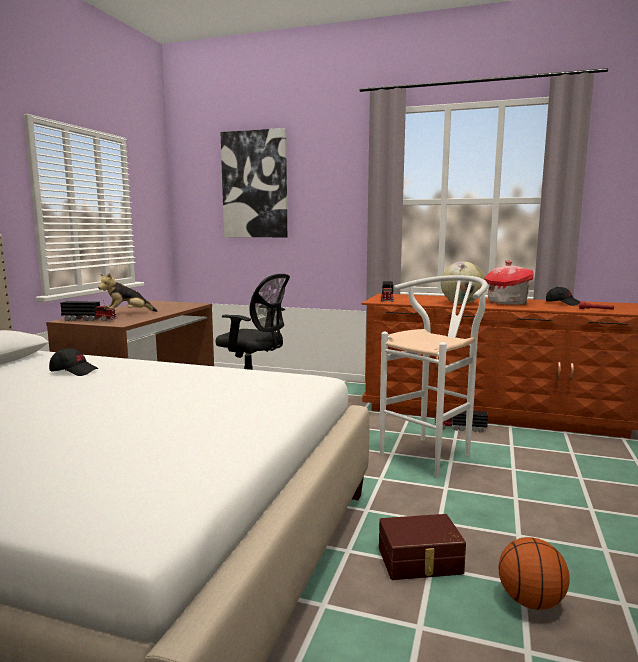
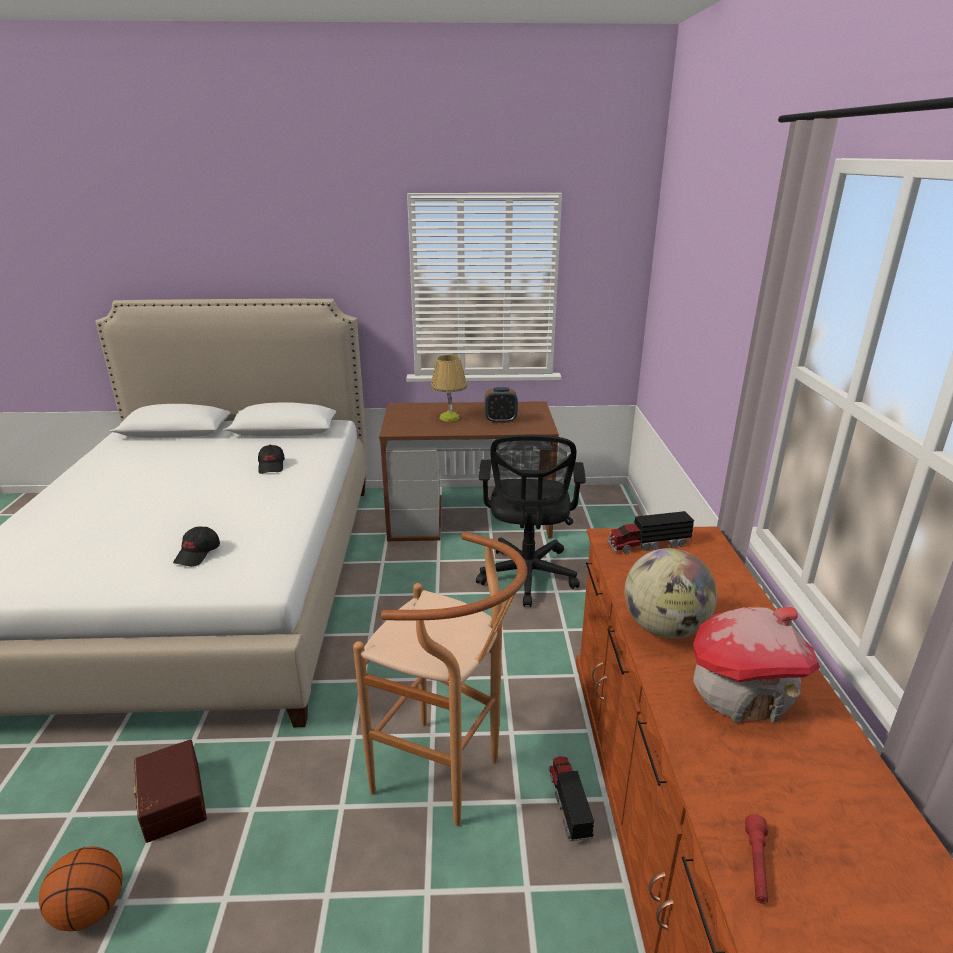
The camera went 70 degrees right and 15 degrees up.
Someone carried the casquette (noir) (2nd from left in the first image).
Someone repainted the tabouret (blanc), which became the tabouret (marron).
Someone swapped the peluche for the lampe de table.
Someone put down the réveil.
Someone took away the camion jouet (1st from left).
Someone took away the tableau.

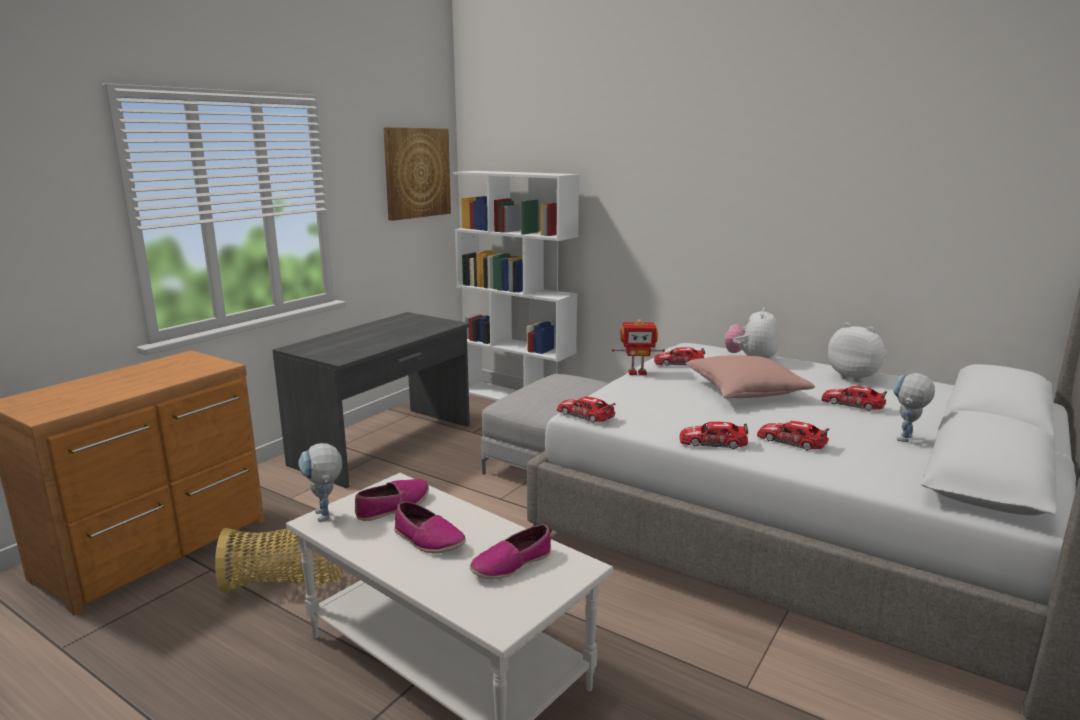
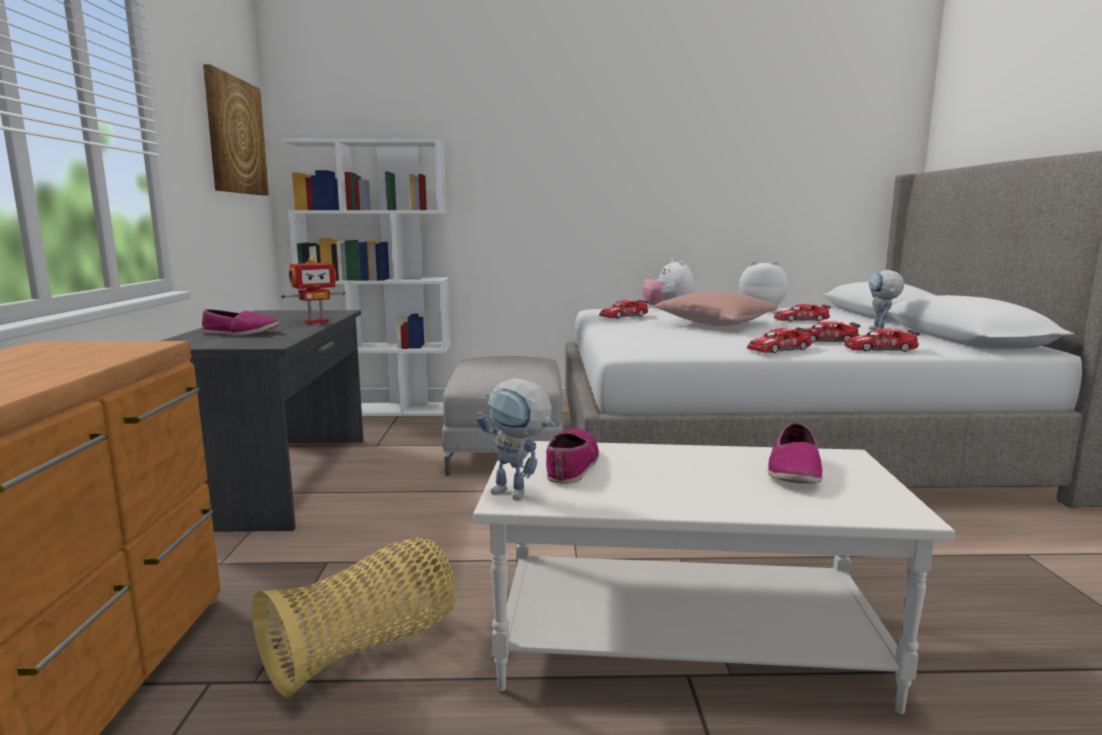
The camera went 35 degrees left and 5 degrees down.
Someone carried the chaussure (2nd from left in the first image).
Someone carried the robot jouet (2nd from left in the first image).
Someone carried the petite voiture (1st from left in the first image).

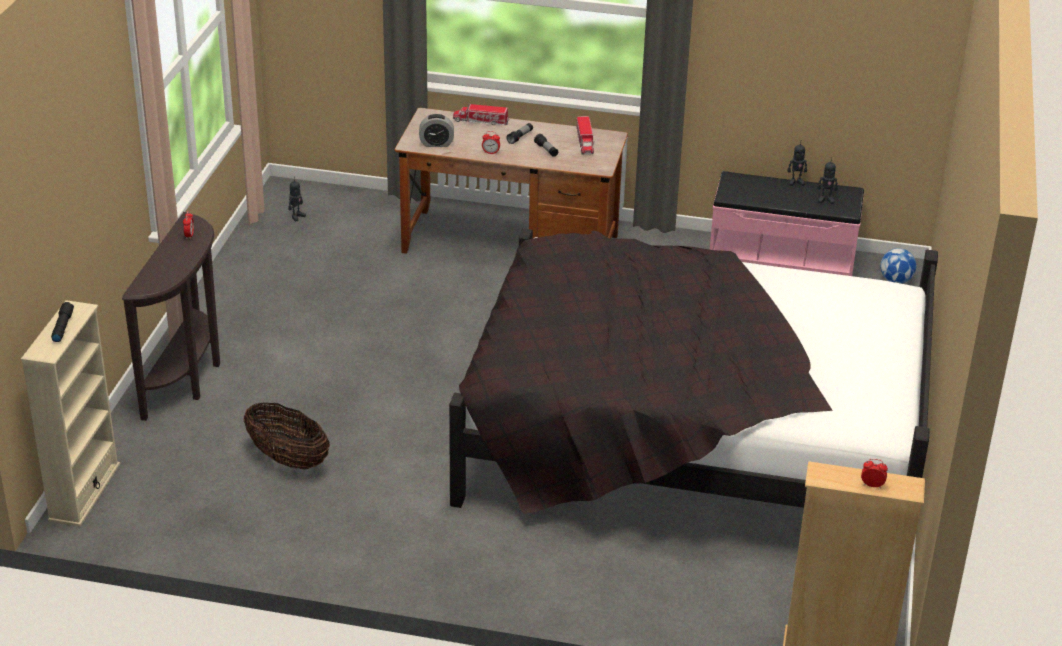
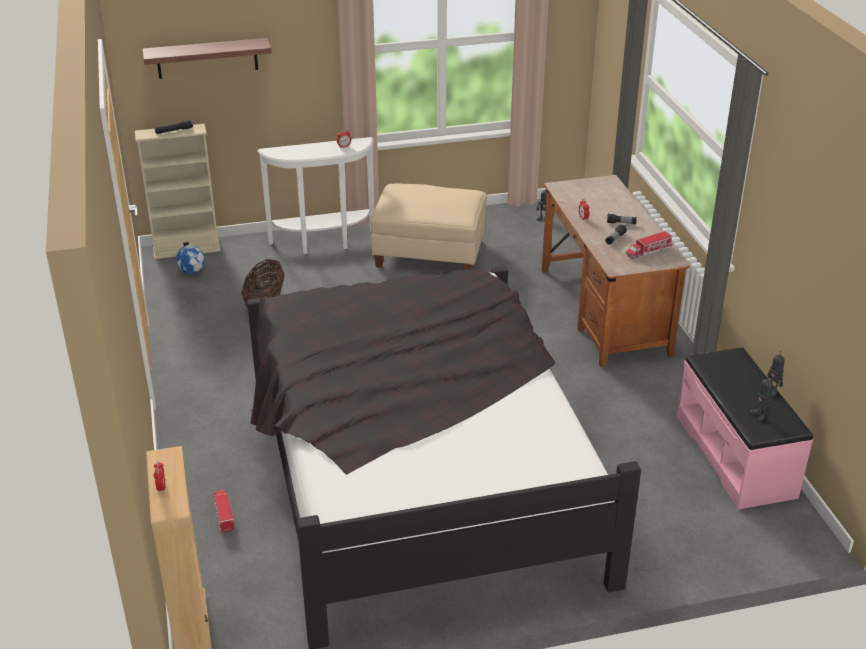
The camera went 65 degrees right and 0 degrees up.
Someone put up the étagère.
Someone carried the ballon de foot.
Someone carried the camion jouet (1st from left).
Someone repainted the table console (marron), which became the table console (blanc).
Someone put down the pouf (beige).
Someone took away the réveil (2nd from left).

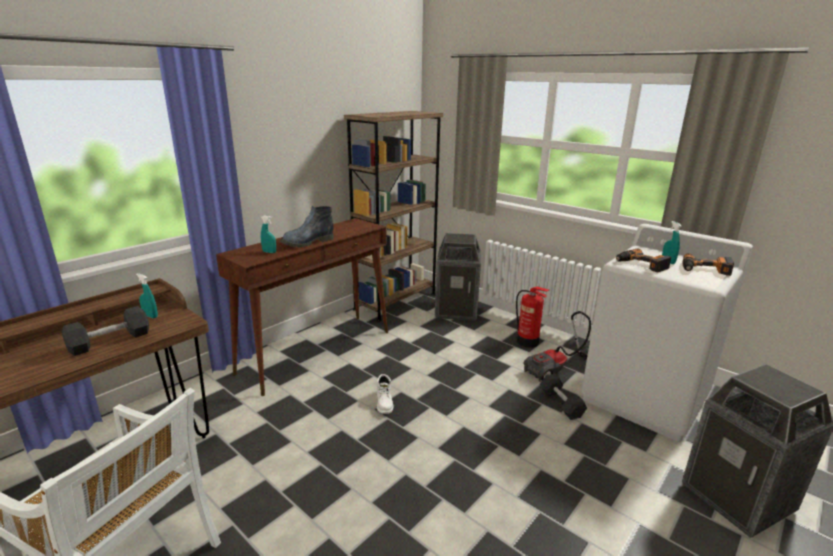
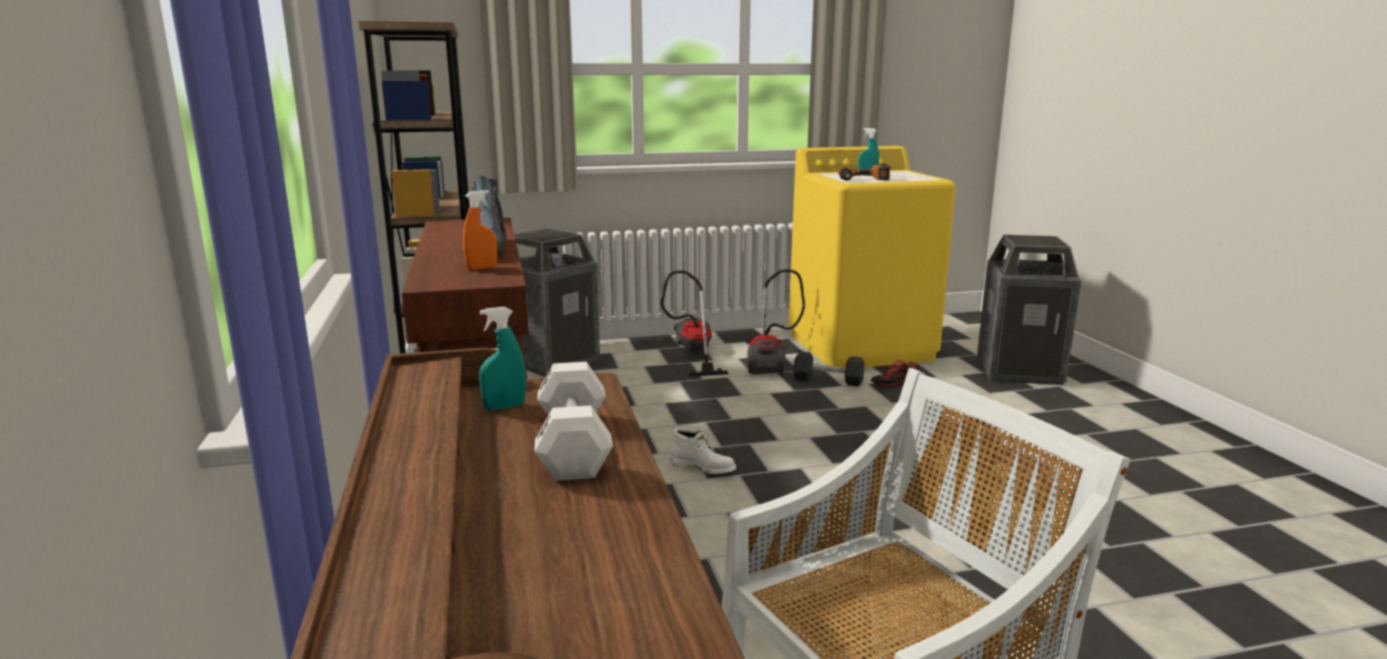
The camera went 55 degrees left and 5 degrees down.
Someone repainted the vaporisateur (turquoise) (2nd from left), which became the vaporisateur (orange).
Someone repainted the haltère (noir) (1st from left), which became the haltère (blanc).
Someone swapped the extincteur for the aspirateur (1st from left).
Someone repainted the lave-linge (blanc), which became the lave-linge (jaune).
Someone put down the chaussure.
Someone took away the perceuse (2nd from left).

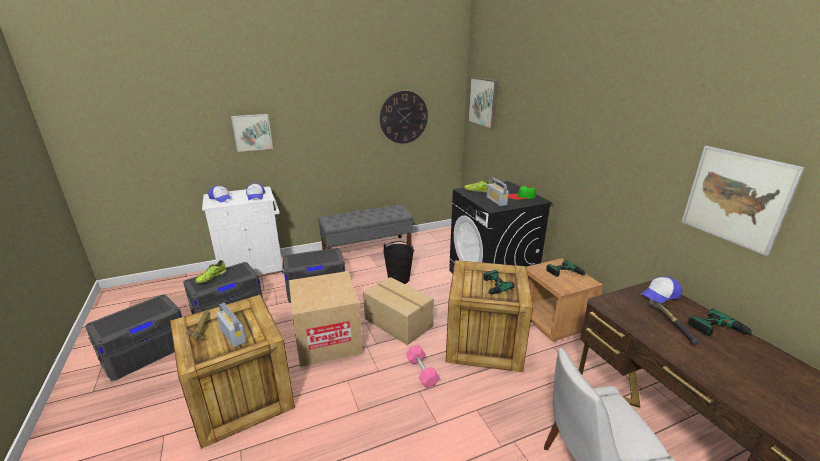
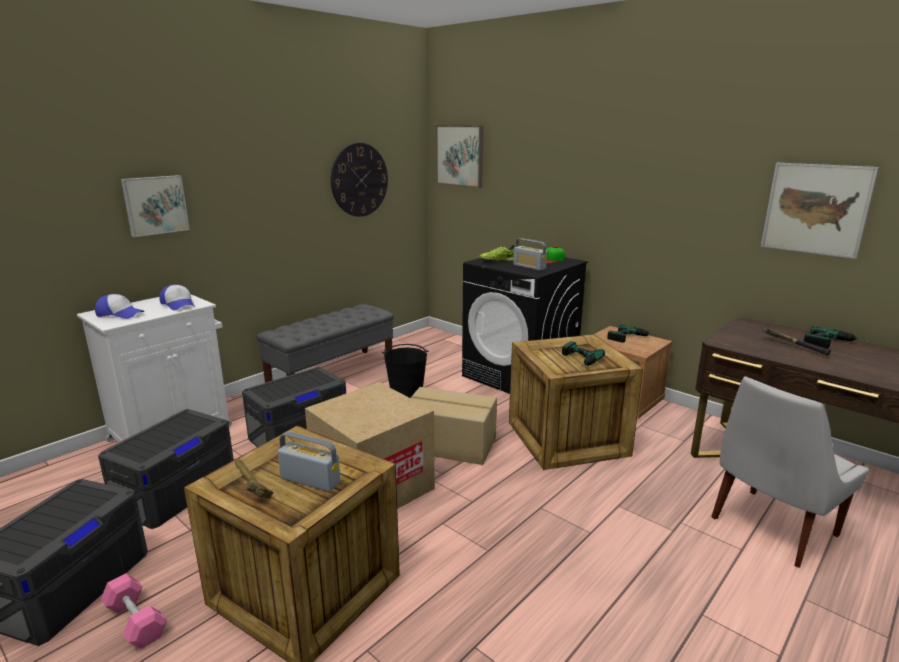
The camera went 25 degrees left and 5 degrees down.
Someone carried the haltère (rose).
Someone took away the chaussure (1st from left).
Someone took away the casquette (4th from left).

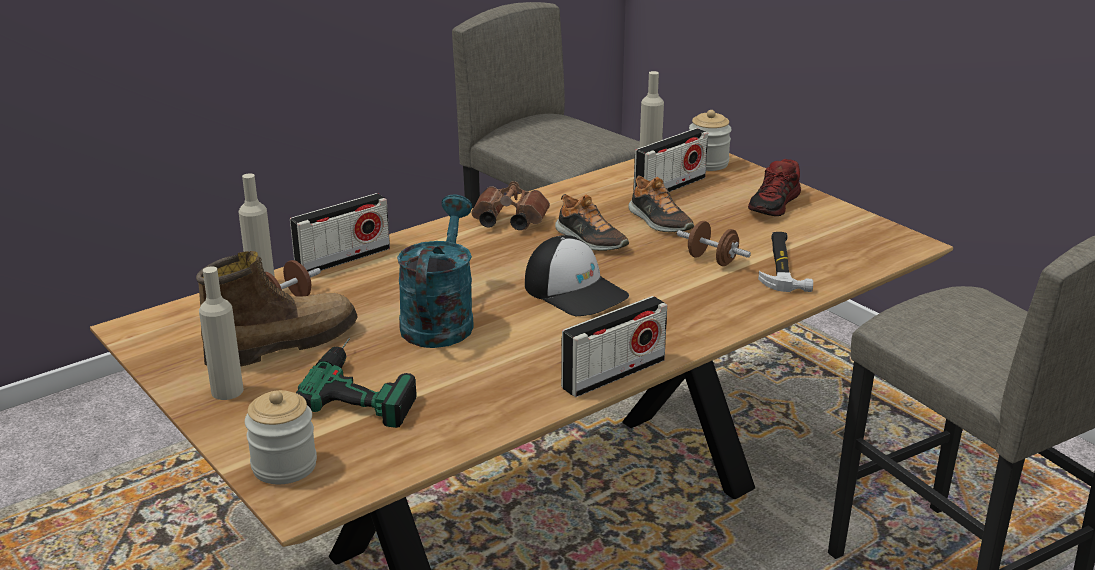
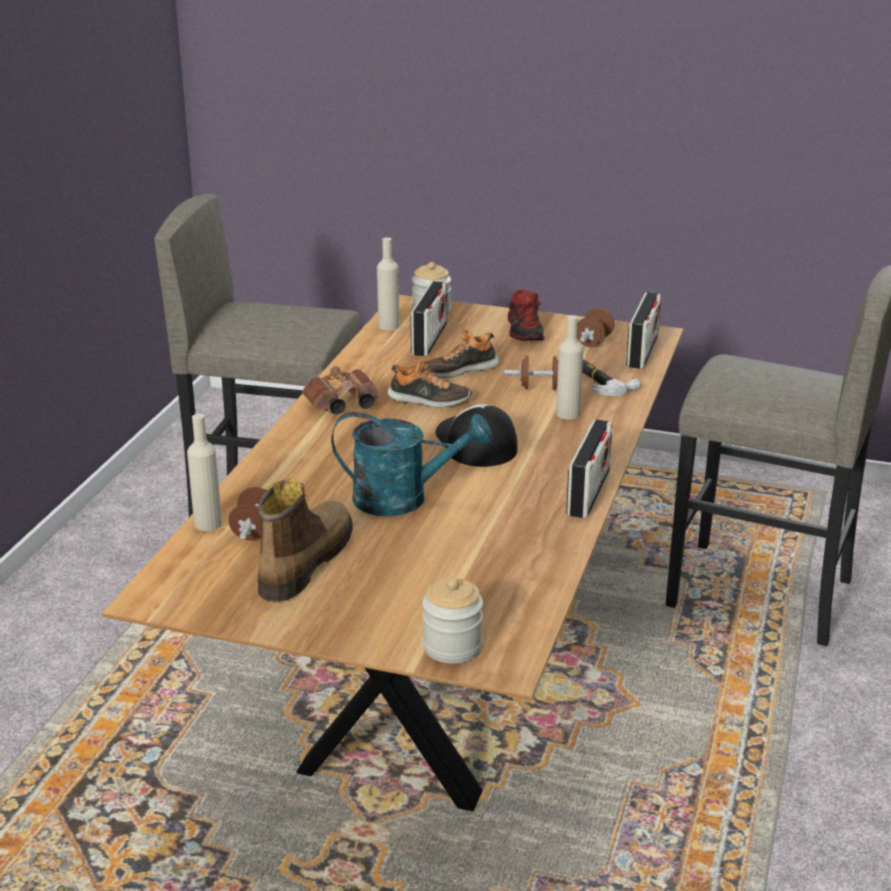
The camera went 35 degrees left and 0 degrees up.
Someone rotated the arrosoir (turquoise) by 120 degrees clockwise.
Someone rotated the chaussure (2nd from left) by 135 degrees clockwise.
Someone rotated the casquette by 120 degrees counterclockwise.
Someone carried the bouteille (beige) (1st from left in the first image).
Someone put down the haltère (marron) (3rd from left).
Someone carried the radio (1st from left in the first image).
Someone took away the perceuse.

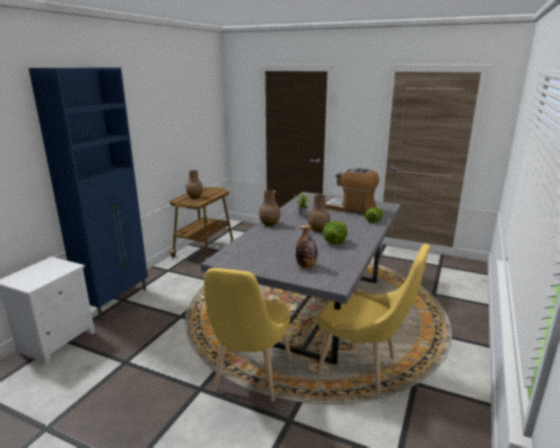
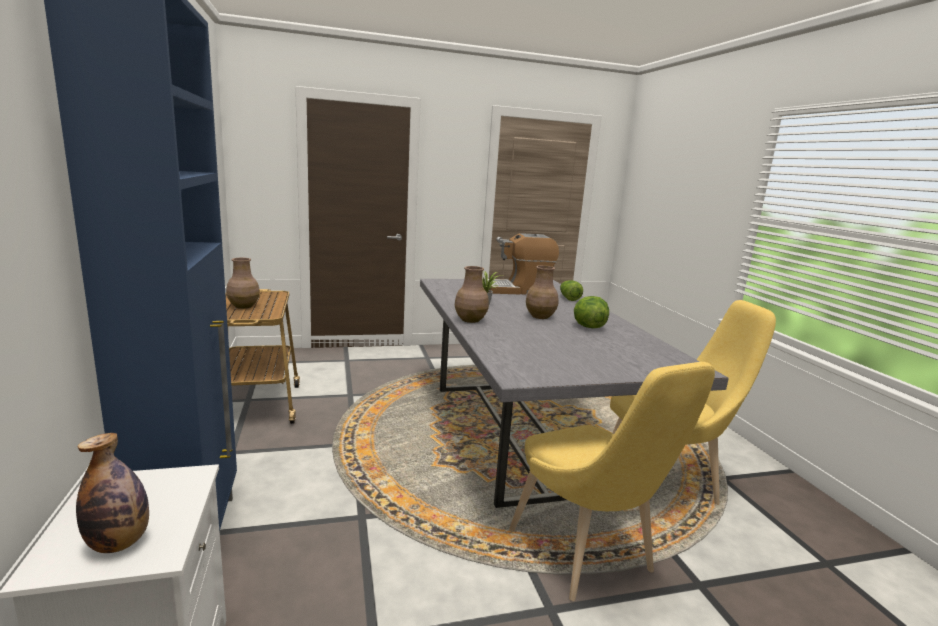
The camera went 40 degrees left and 5 degrees down.
Someone carried the bouteille.

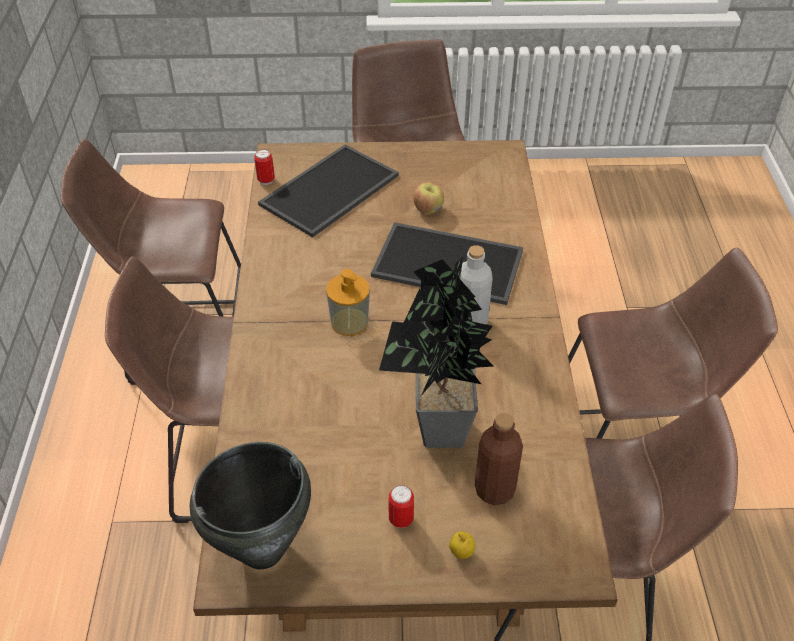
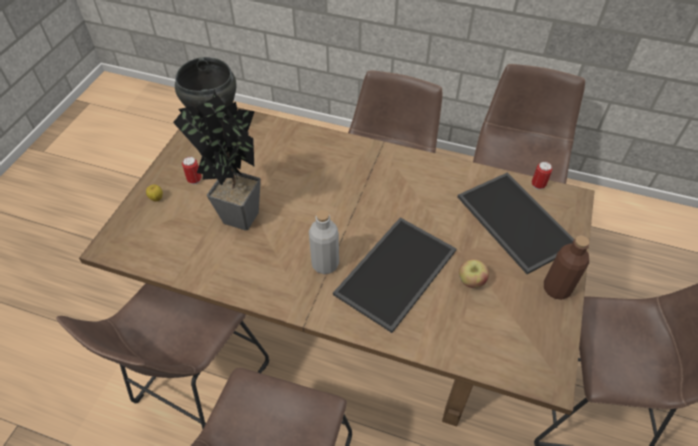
The camera went 110 degrees right and 5 degrees up.
Someone carried the bouteille (marron).
Someone took away the distributeur de savon.

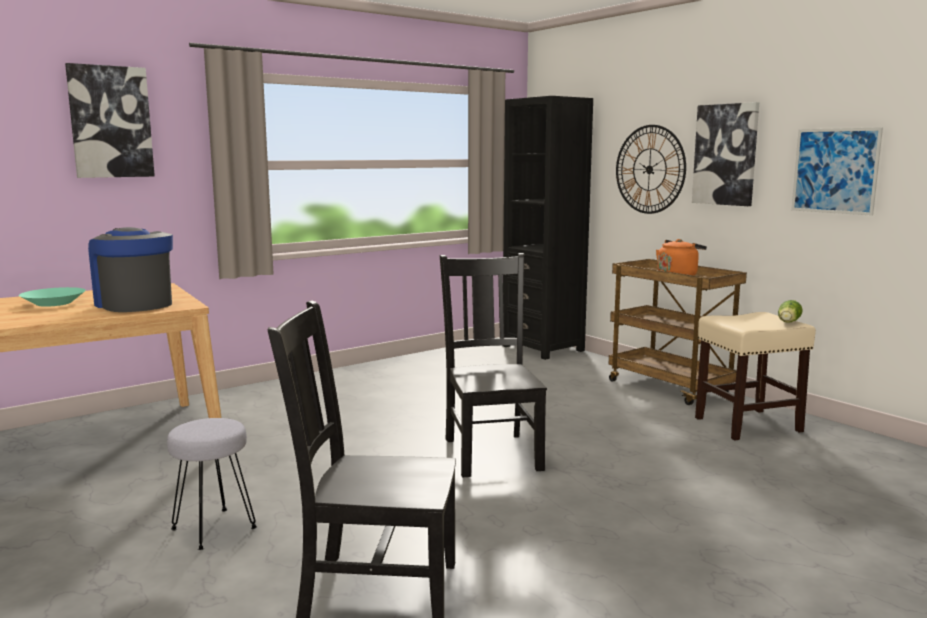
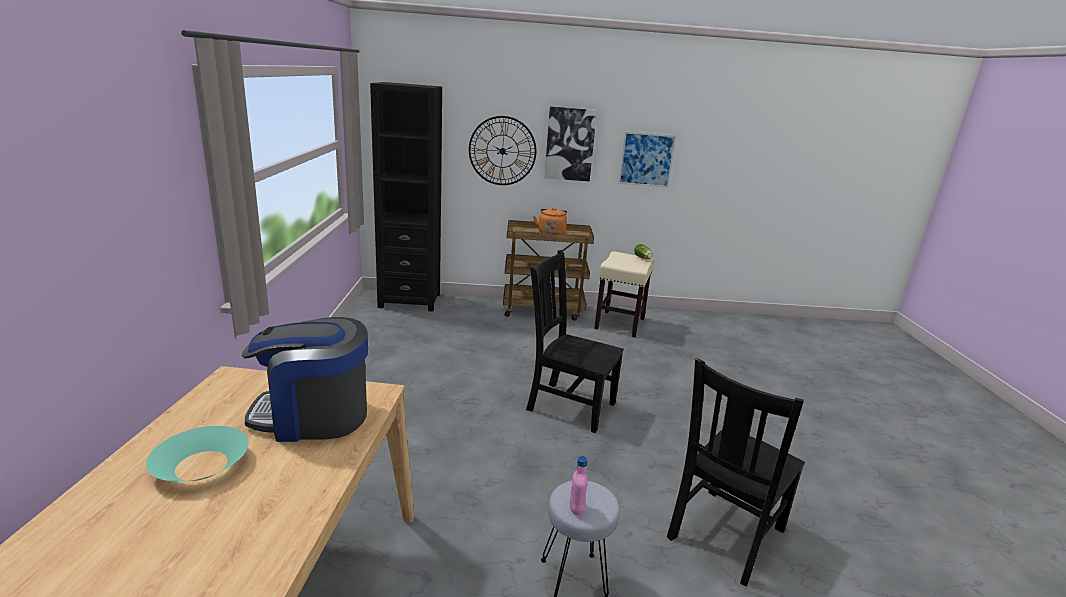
The camera went 55 degrees left and 10 degrees up.
Someone put down the bouteille (rose).
Someone took away the tableau (1st from left).

